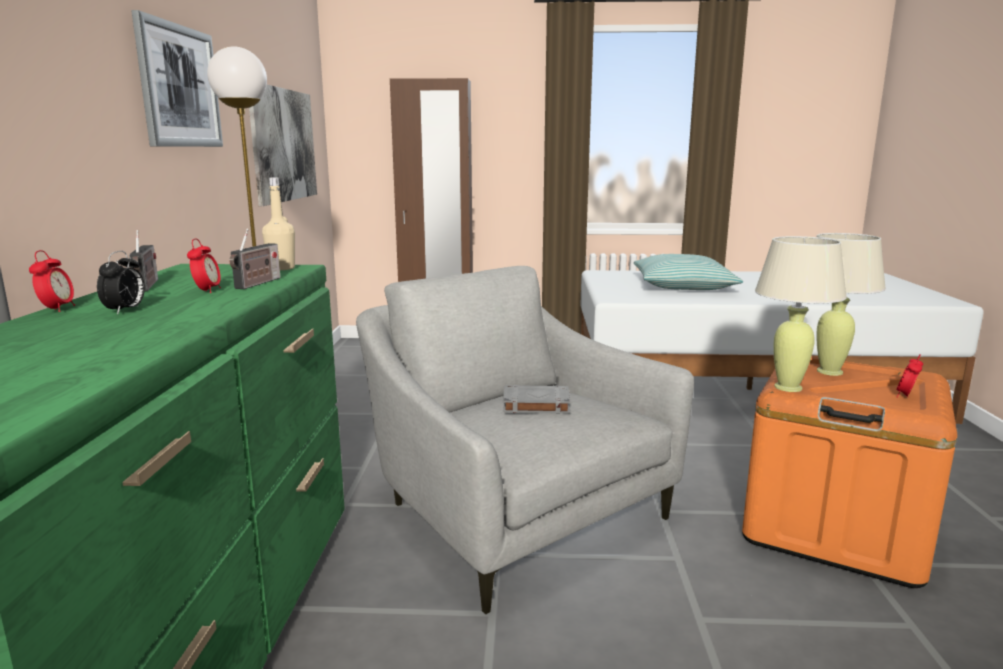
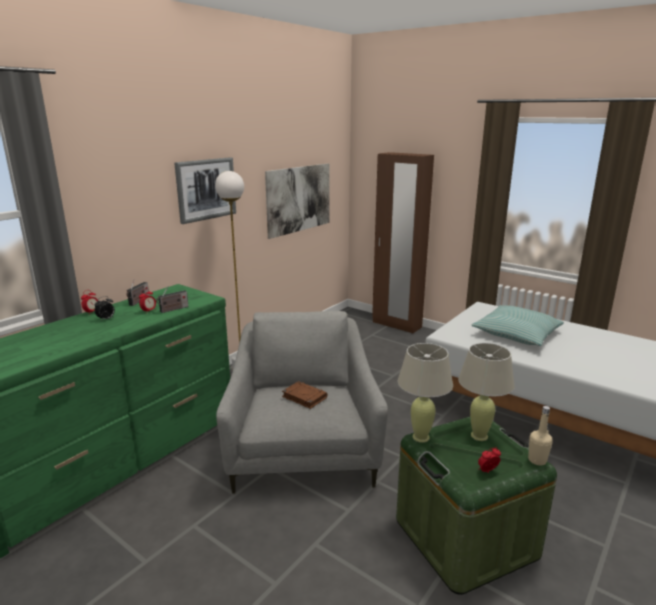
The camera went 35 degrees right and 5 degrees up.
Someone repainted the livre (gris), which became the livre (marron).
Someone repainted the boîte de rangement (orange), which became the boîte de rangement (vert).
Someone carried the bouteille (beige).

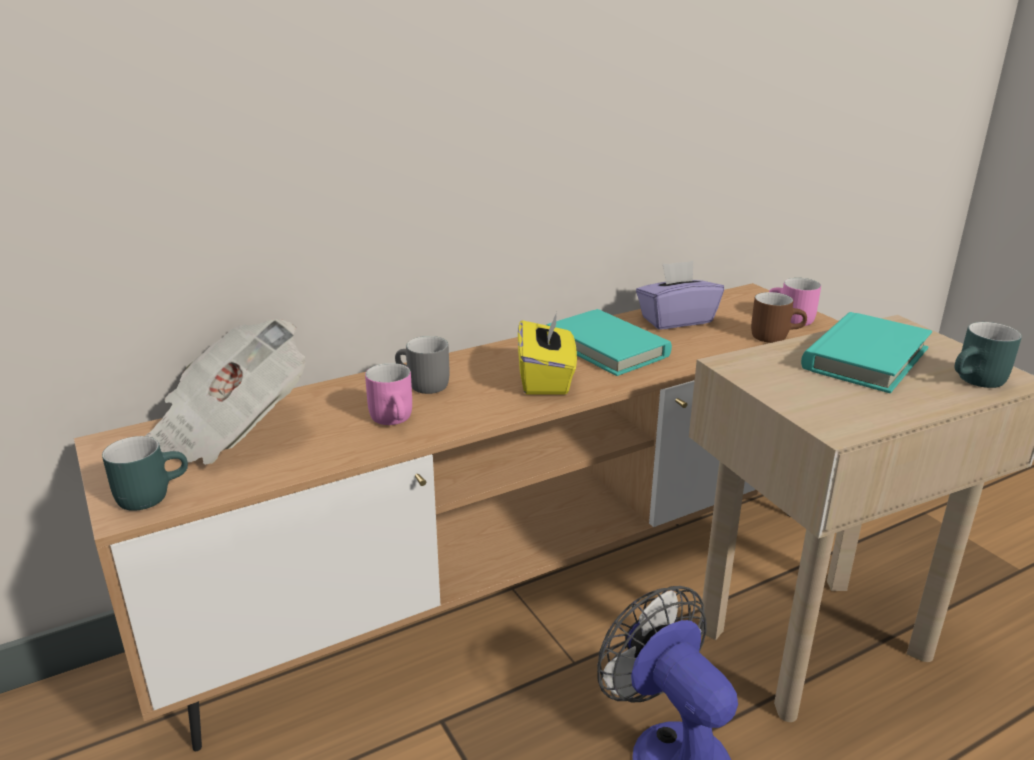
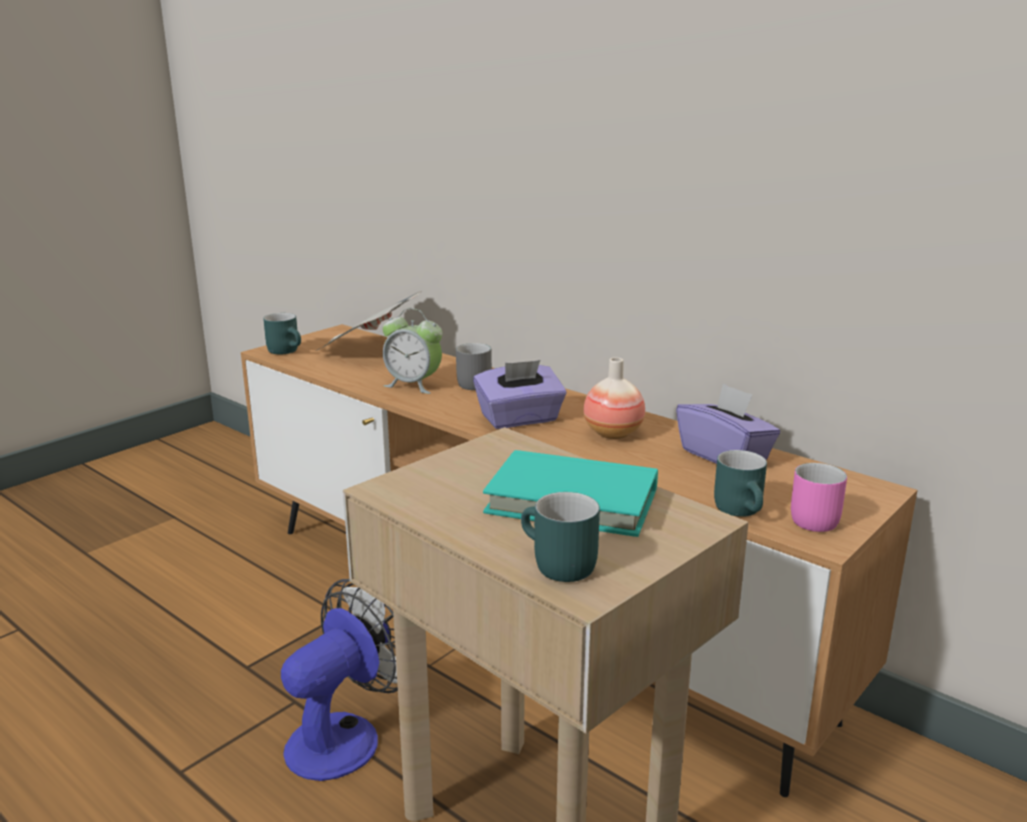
The camera went 70 degrees right and 5 degrees down.
Someone swapped the mug (rose) (1st from left) for the réveil.
Someone repainted the boîte à mouchoirs (jaune), which became the boîte à mouchoirs (violet) (1st from left).
Someone swapped the livre (turquoise) (1st from left) for the vase.
Someone repainted the mug (marron), which became the mug (turquoise) (3rd from left).

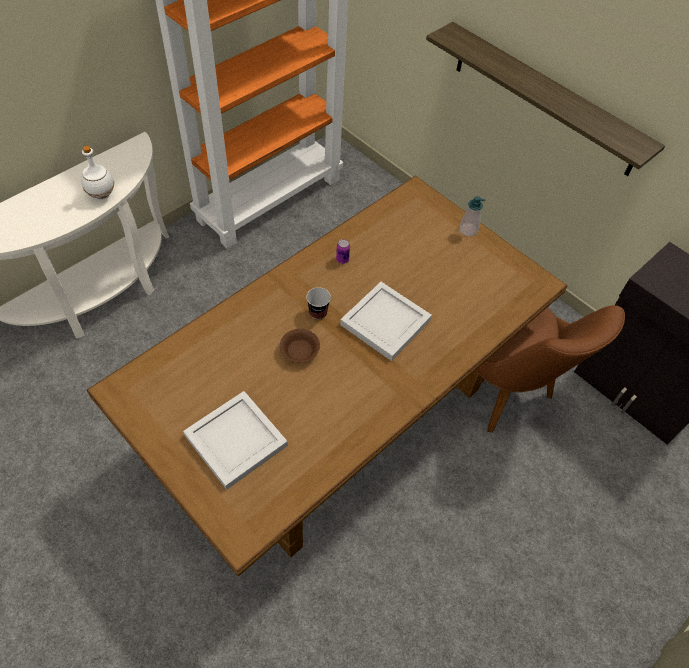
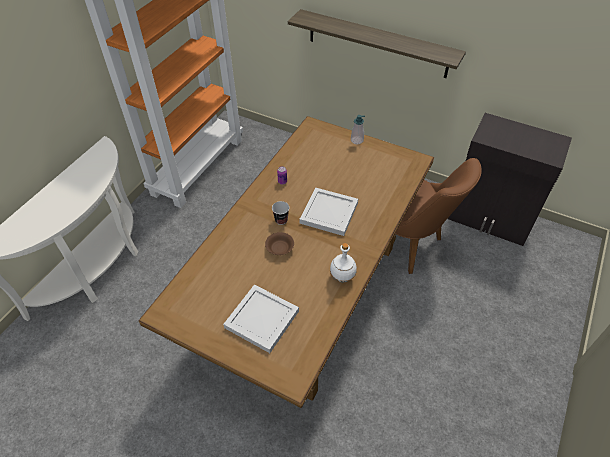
The camera went 15 degrees left and 5 degrees down.
Someone carried the bouteille (blanc).

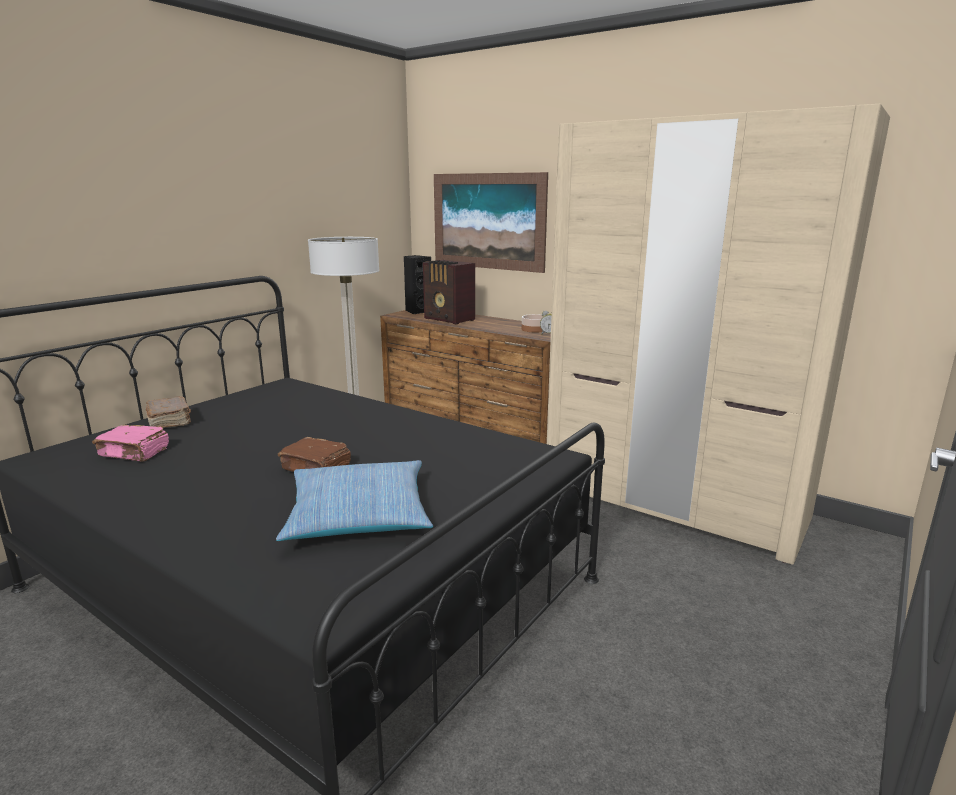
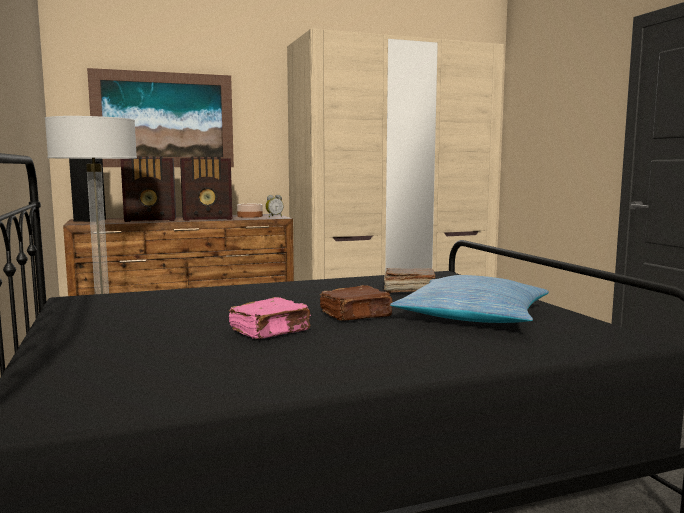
The camera went 55 degrees left and 10 degrees down.
Someone put down the radio (2nd from left).
Someone carried the livre (rose).
Someone carried the livre (marron) (1st from left in the first image).

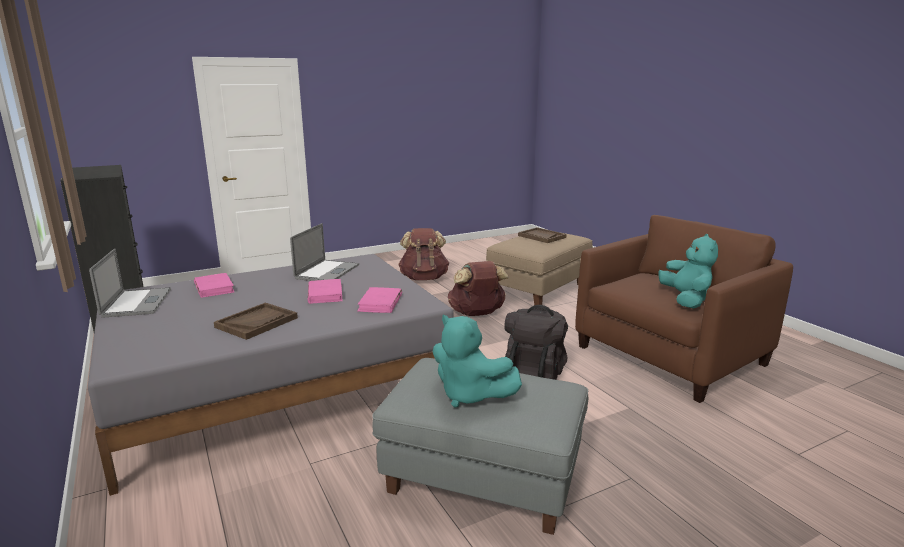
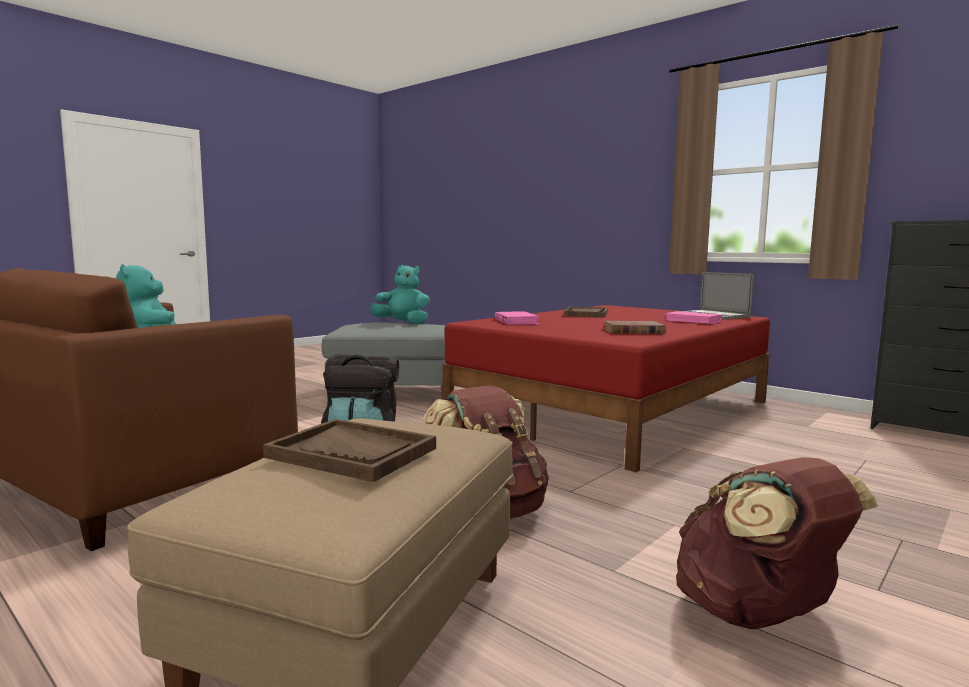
The camera went 160 degrees right and 10 degrees down.
Someone repainted the lit (gris), which became the lit (rouge).
Someone swapped the ordinateur portable (2nd from left) for the livre (marron).
Someone took away the livre (rose) (2nd from left).

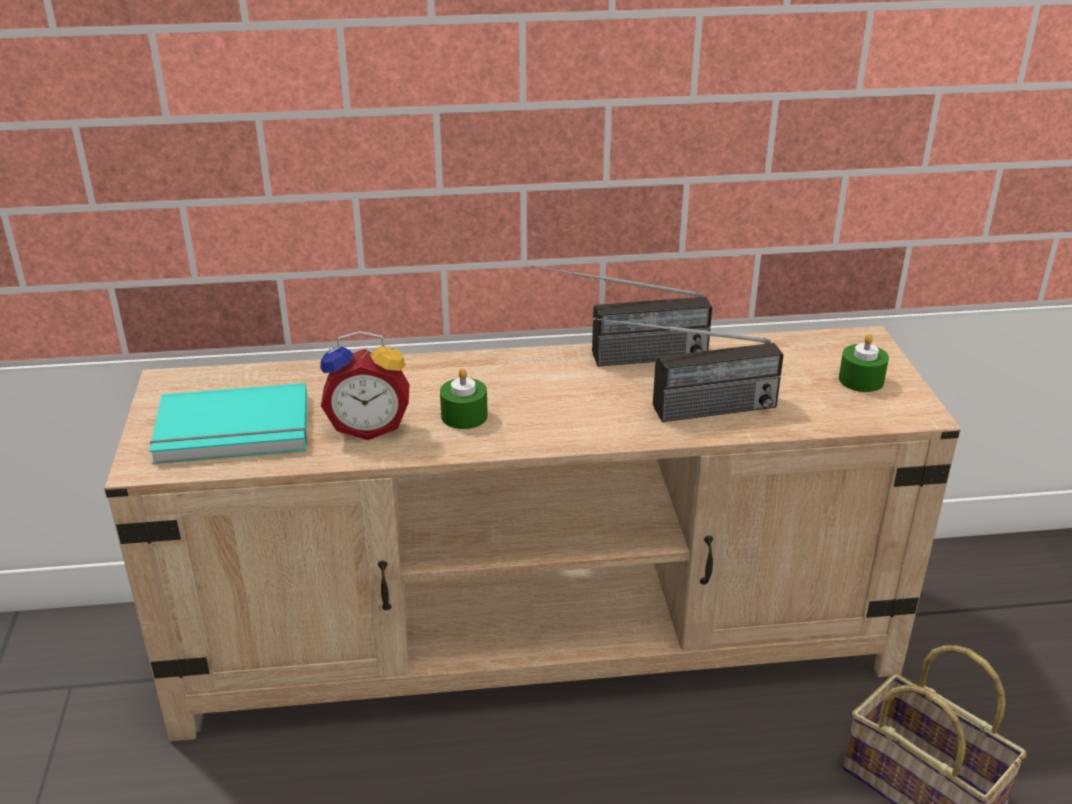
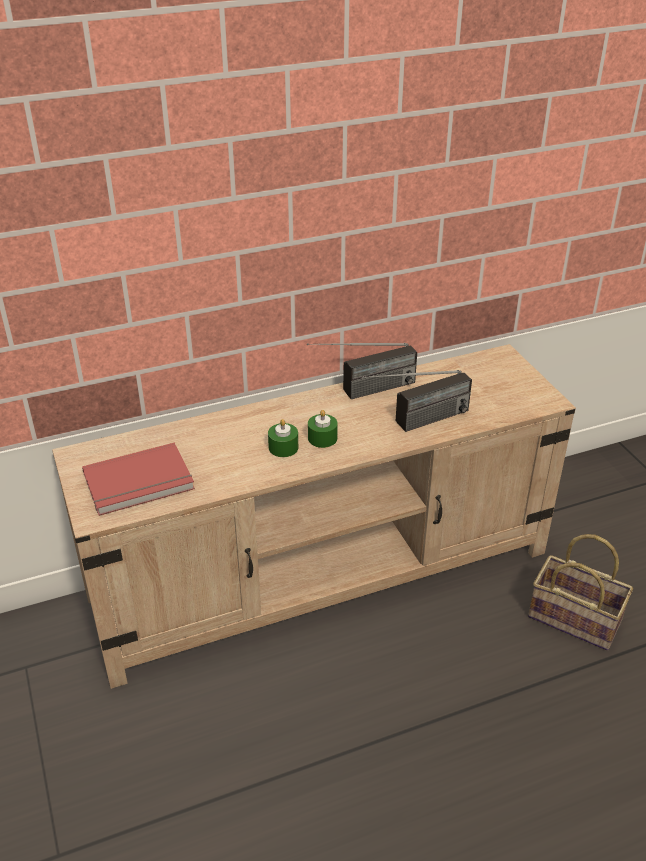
The camera went 15 degrees left and 5 degrees up.
Someone repainted the livre (turquoise), which became the livre (rouge).
Someone carried the bougie (vert) (2nd from left).
Someone took away the réveil.

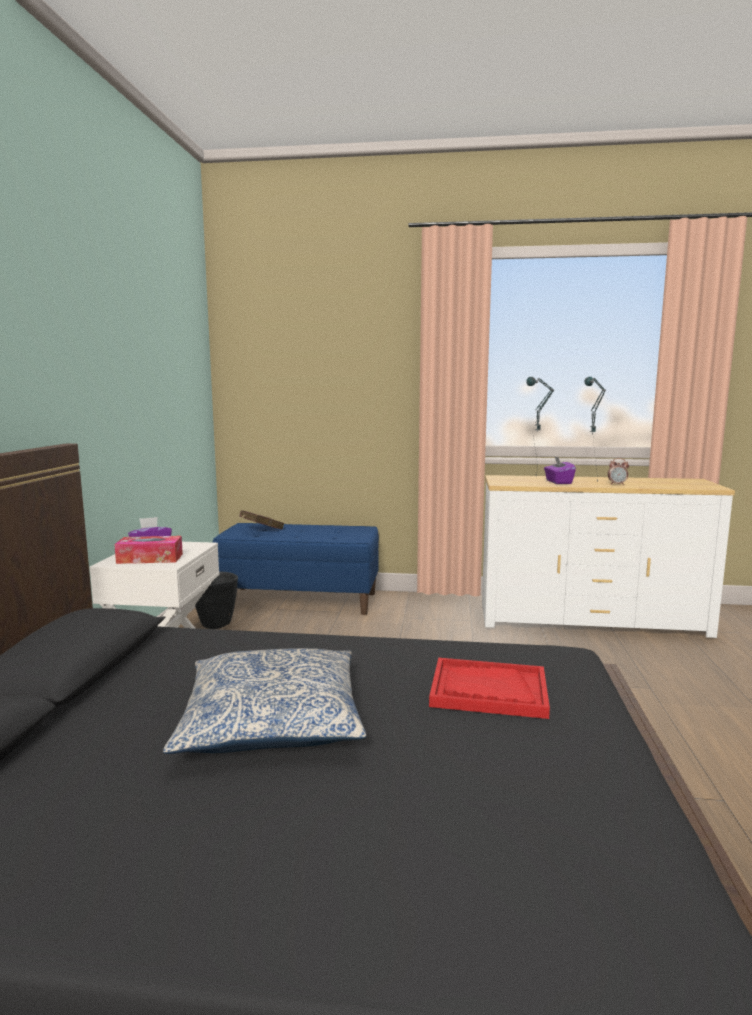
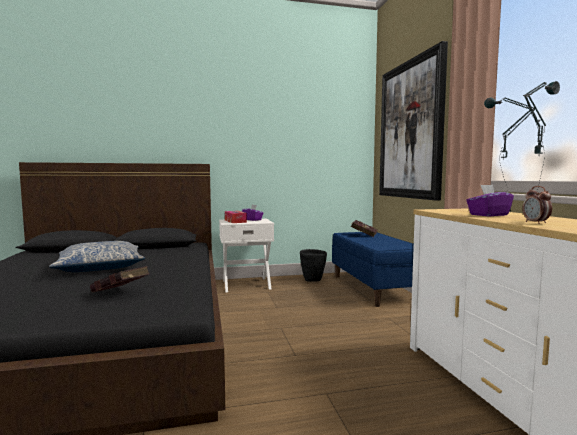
The camera went 70 degrees right and 5 degrees down.
Someone swapped the plateau (rouge) for the livre (rouge) (1st from left).
Someone put up the tableau.

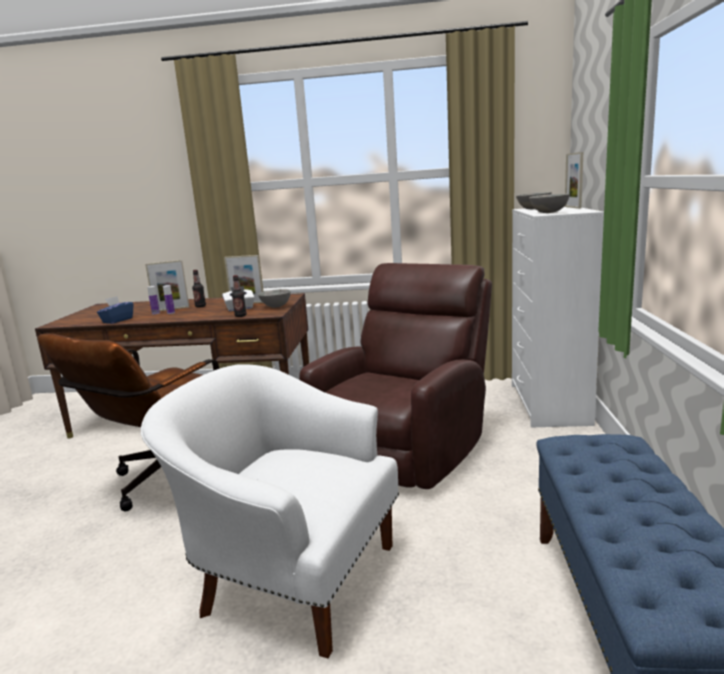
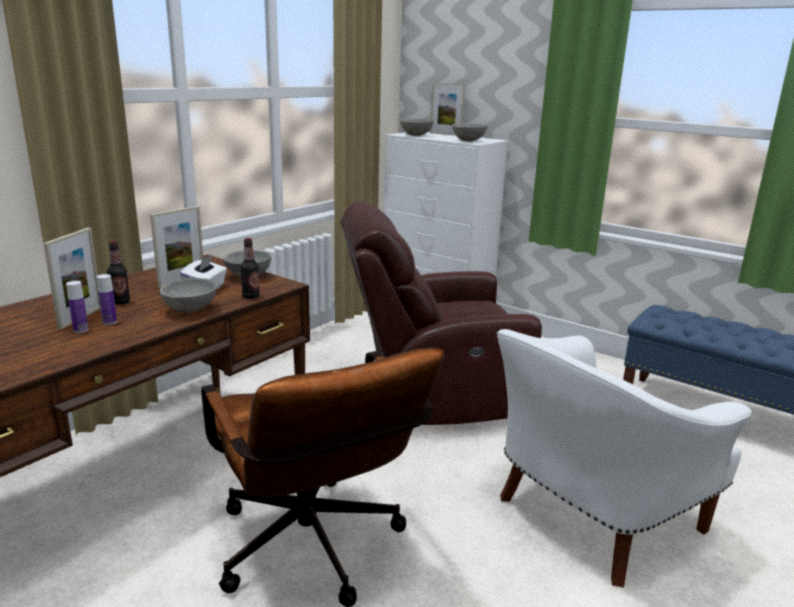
The camera went 60 degrees left and 5 degrees up.
Someone put down the bol (gris) (1st from left).
Someone rotated the fauteuil (marron) by 75 degrees counterclockwise.
Someone took away the boîte à mouchoirs (bleu).

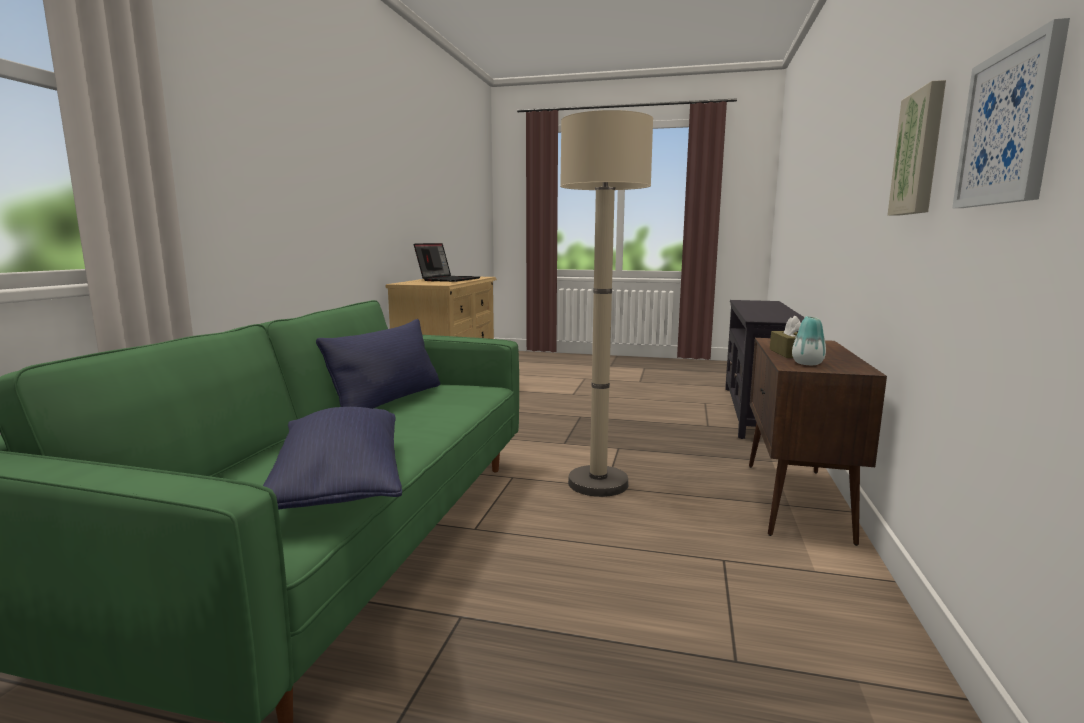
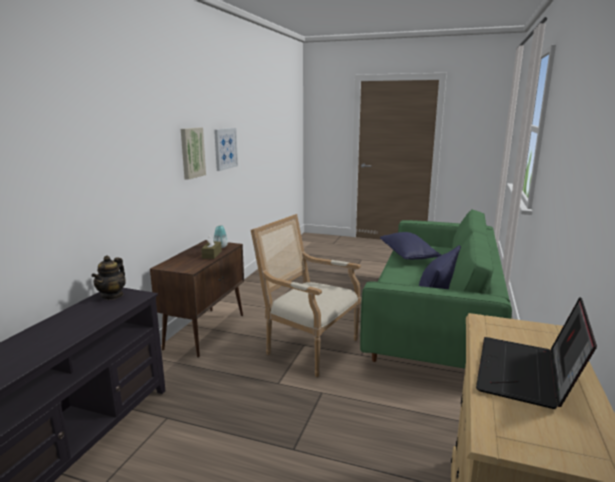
The camera went 175 degrees left and 5 degrees up.
Someone put down the théière.
Someone swapped the lampadaire (beige) for the fauteuil.

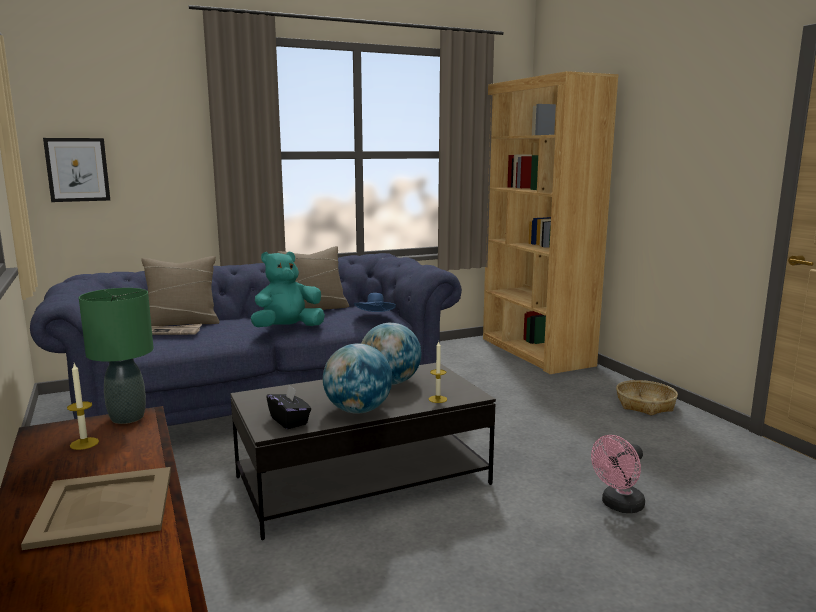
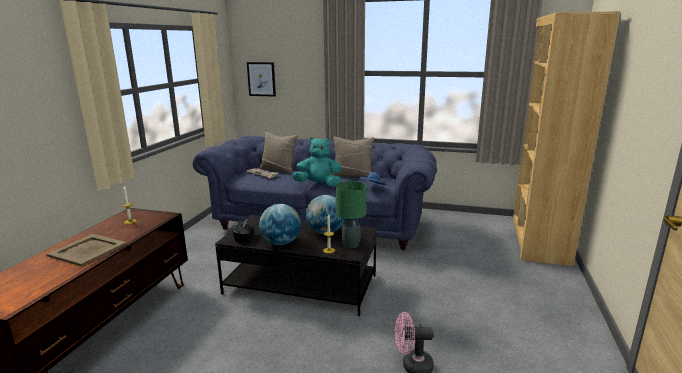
The camera went 40 degrees right and 5 degrees up.
Someone carried the lampe de table (vert).
Someone took away the panier.

